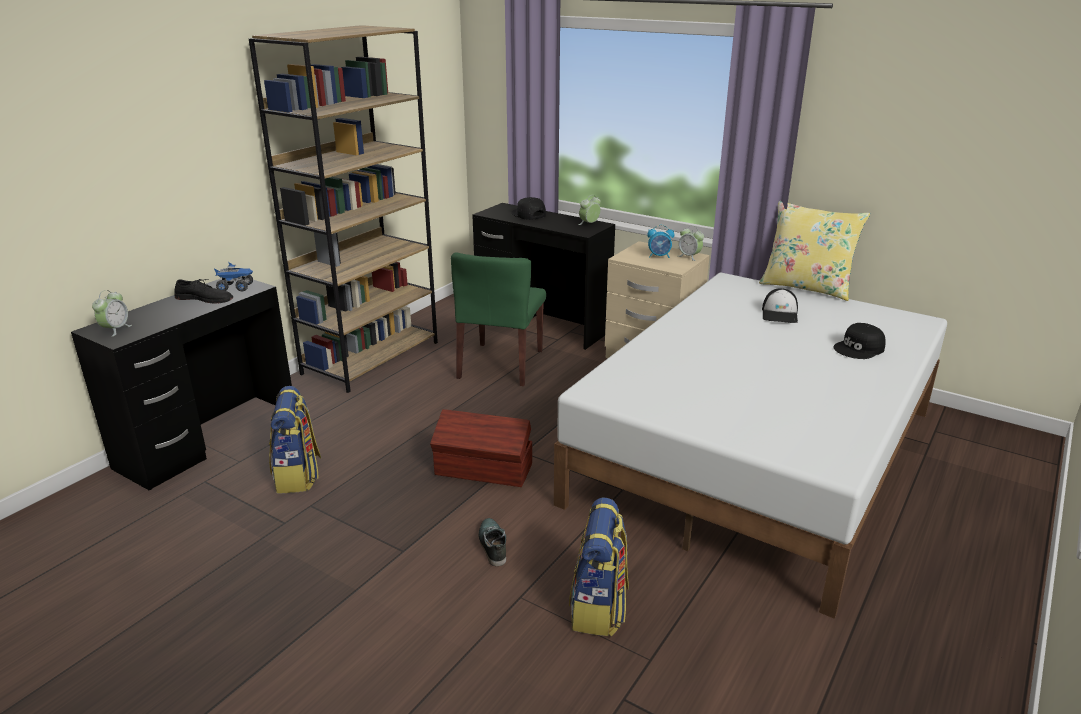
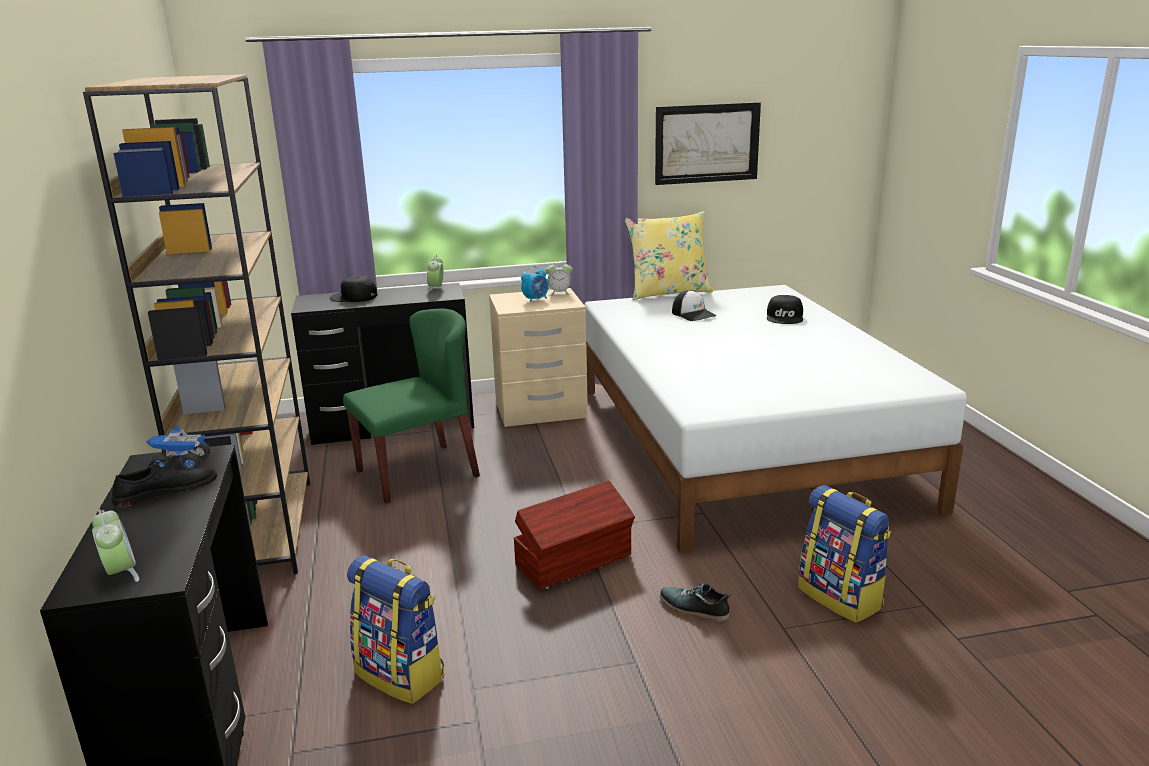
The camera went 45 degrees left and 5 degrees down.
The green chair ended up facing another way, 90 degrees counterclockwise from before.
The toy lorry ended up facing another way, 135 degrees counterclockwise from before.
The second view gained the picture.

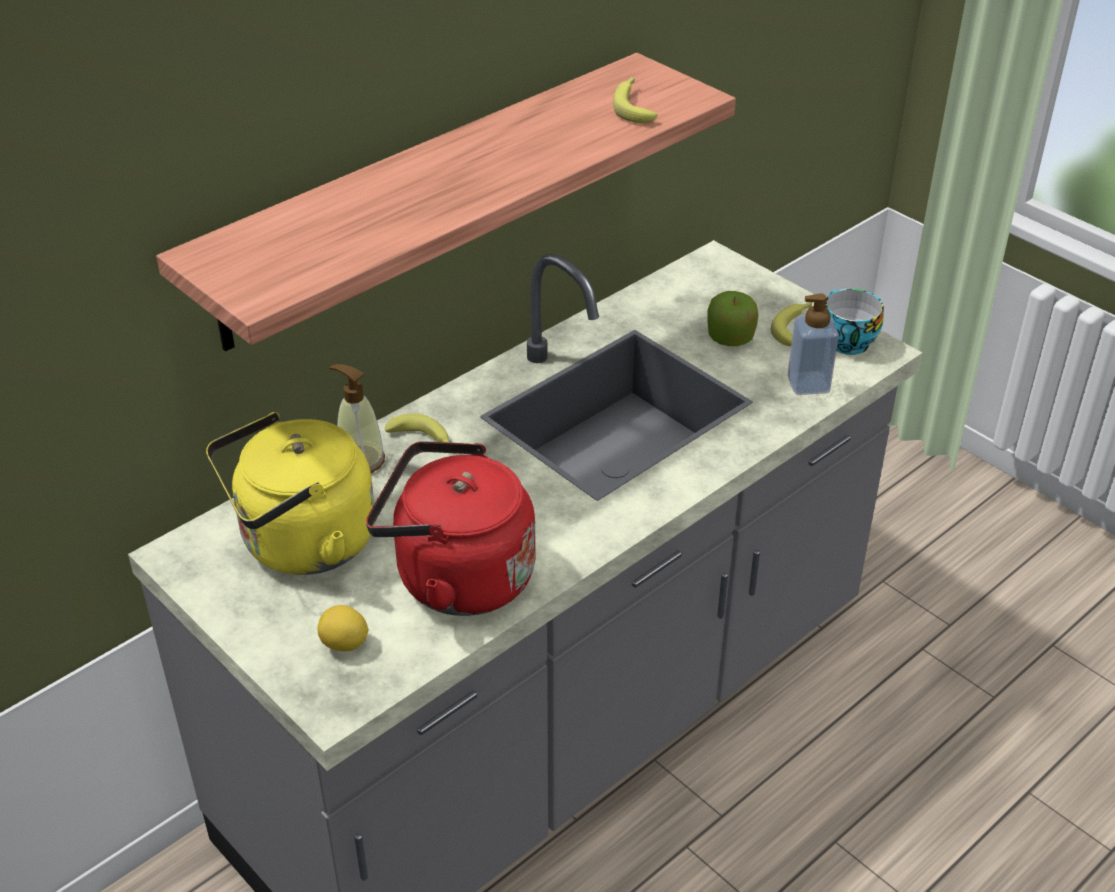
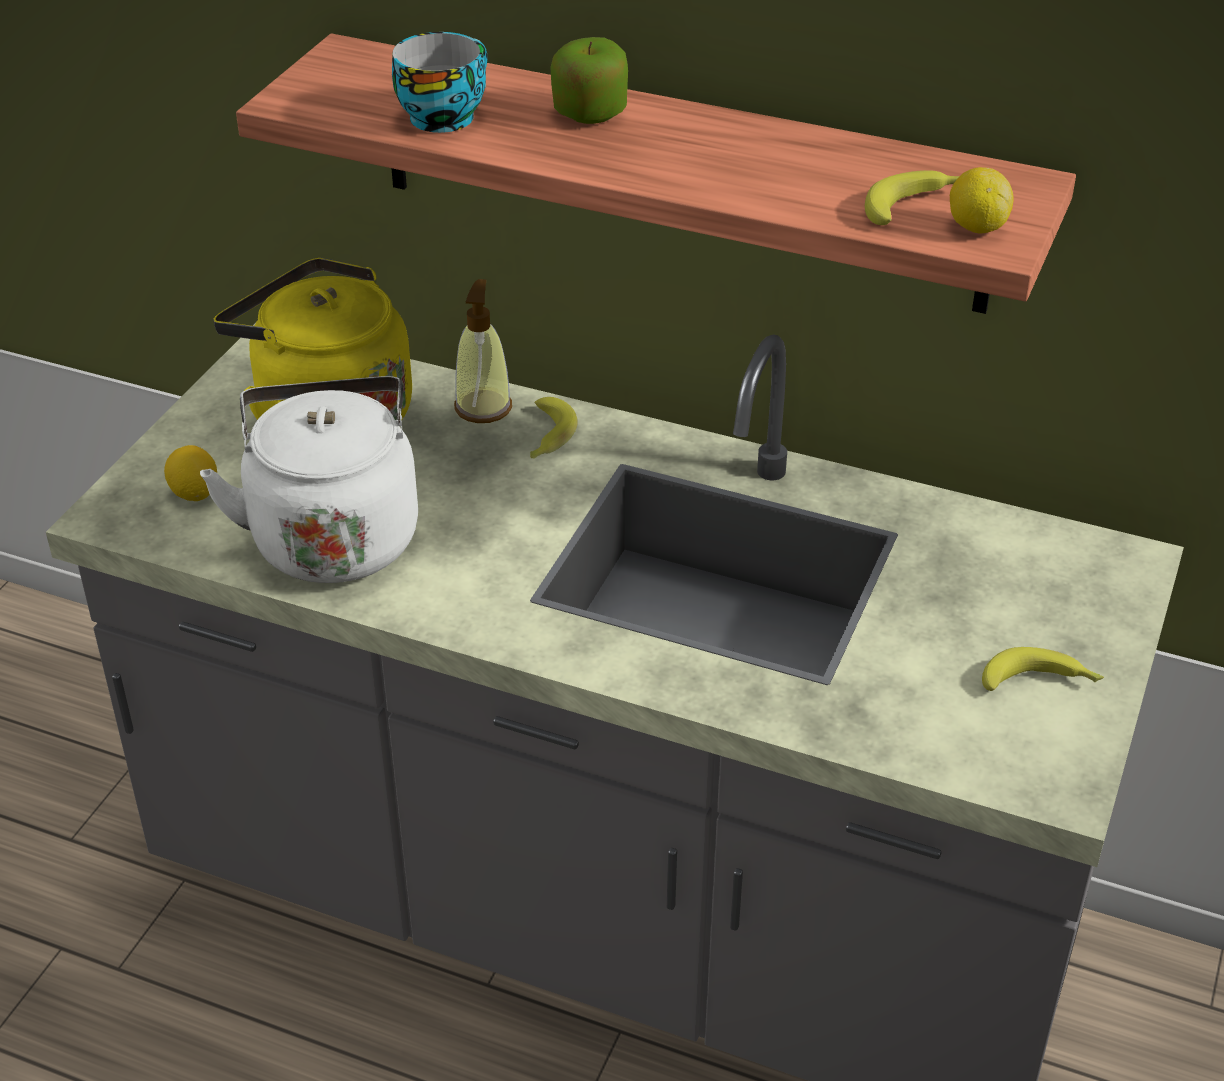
The camera went 65 degrees right and 0 degrees up.
The cup ended up elsewhere.
The apple fruit ended up elsewhere.
The second view lost the soap dispenser (2nd from left).
What was the reddish kettle turned into the whitish kettle.
The second view gained the citrus fruit (2nd from left).

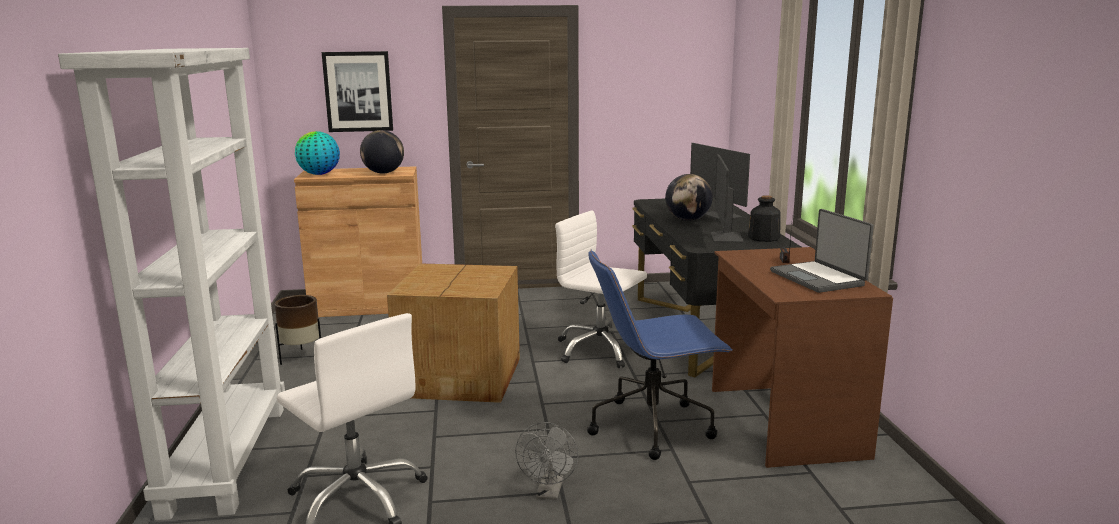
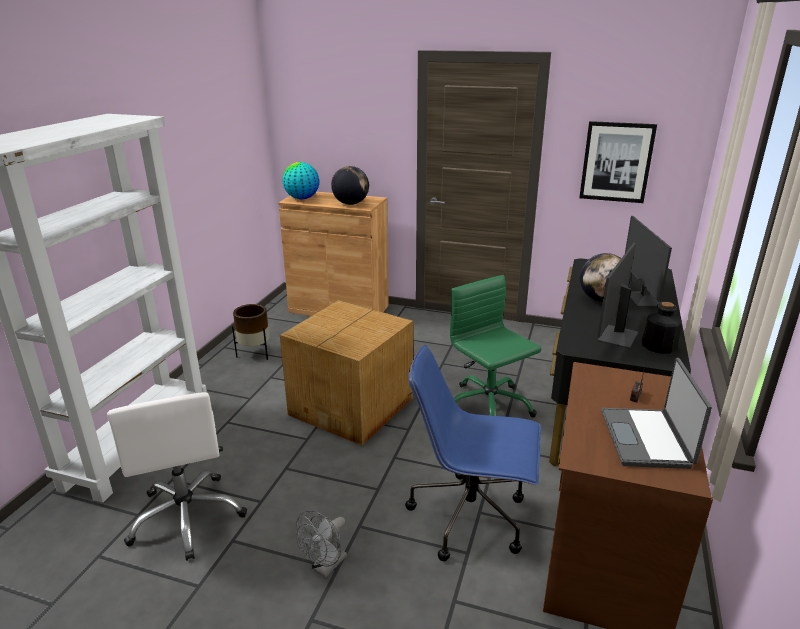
The camera went 25 degrees right and 10 degrees up.
The picture ended up elsewhere.
What was the whitish desk chair (2nd from left) turned into the green desk chair.

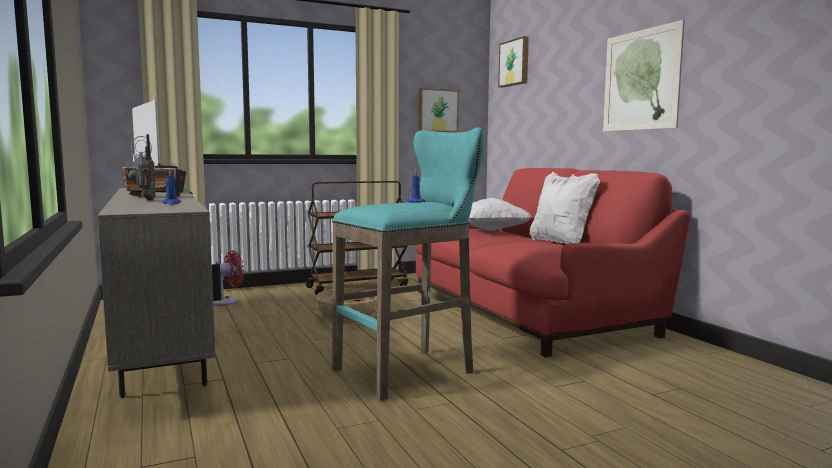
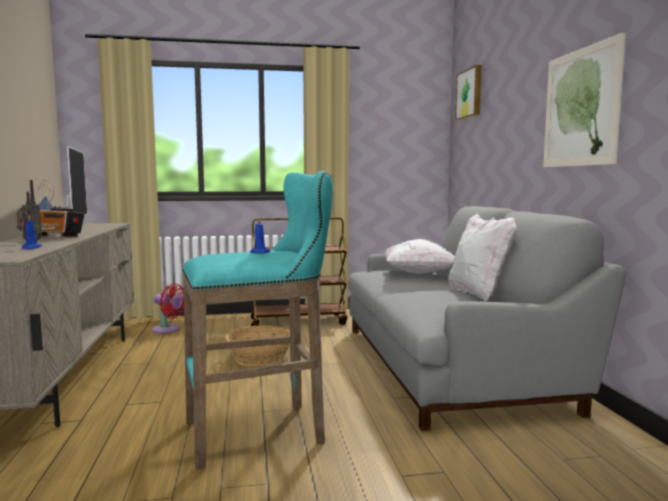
The camera went 15 degrees right and 0 degrees up.
The second view lost the picture (1st from left).
What was the reddish settee turned into the greyish settee.
The reddish fan ended up facing another way, 45 degrees clockwise from before.

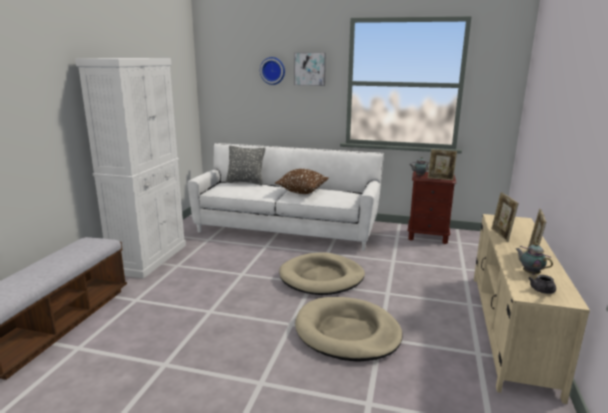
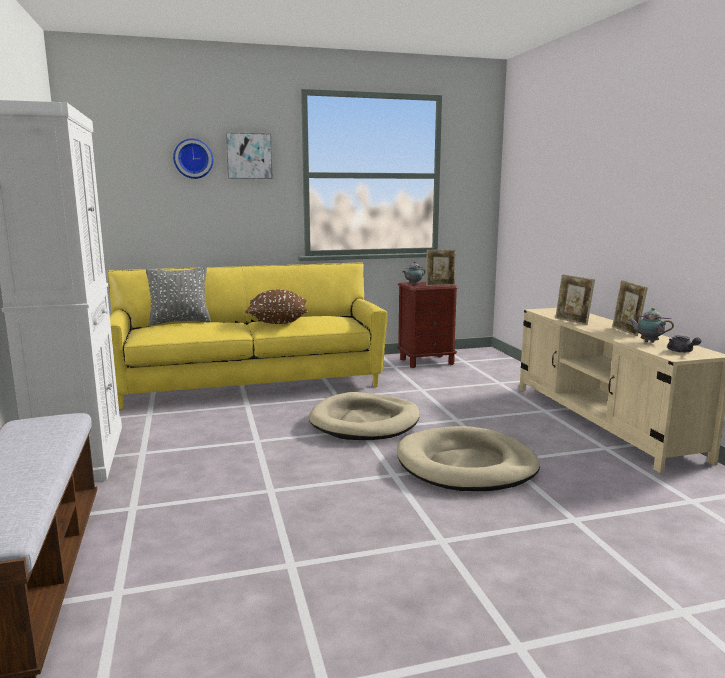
The camera went 30 degrees left and 5 degrees down.
What was the whitish settee turned into the yellowish settee.

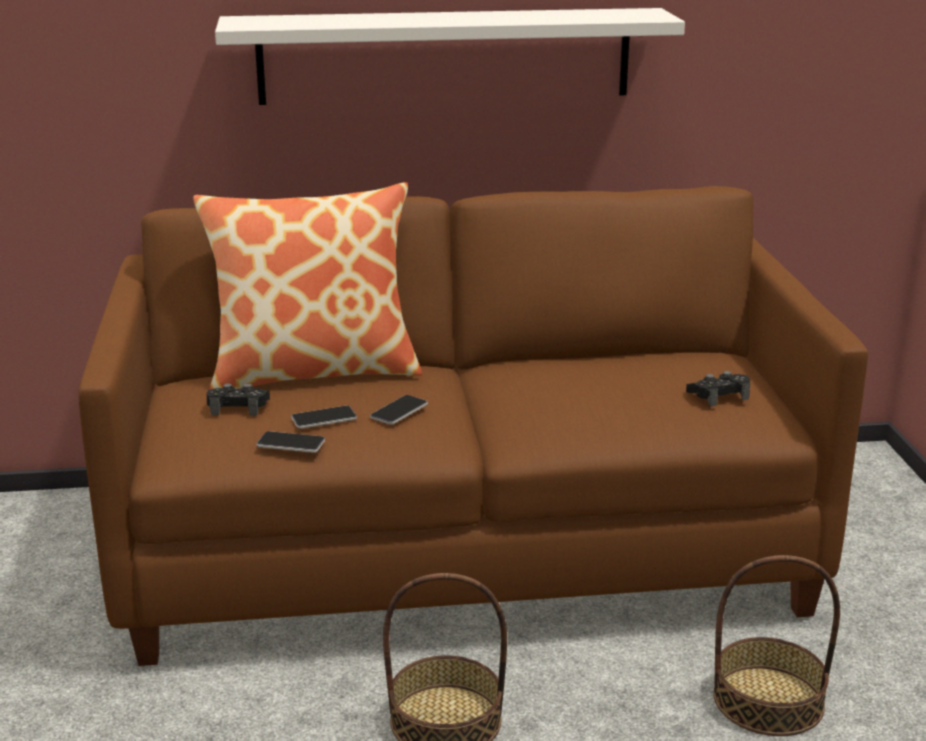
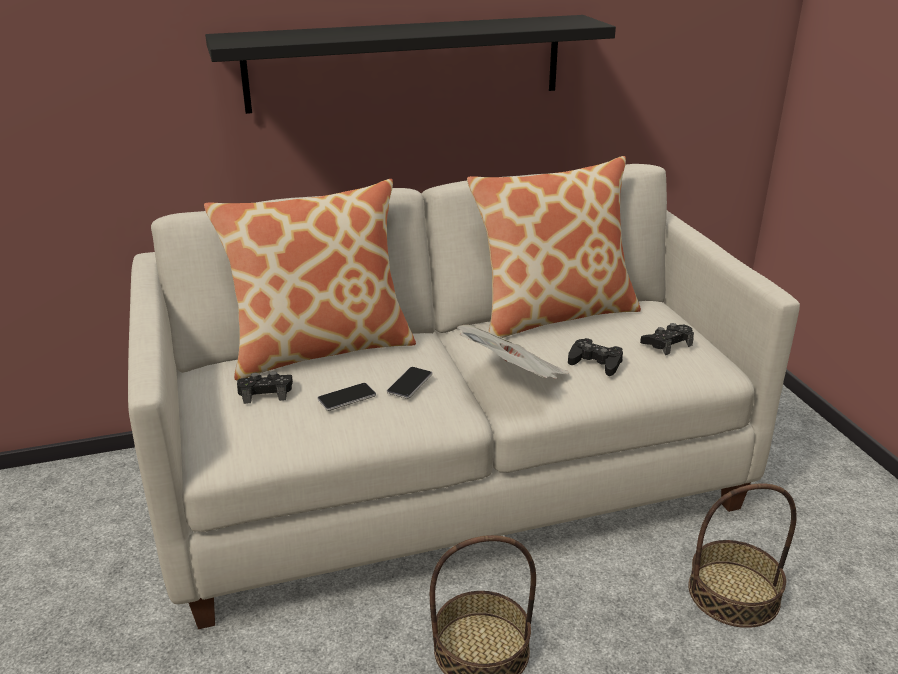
The camera went 10 degrees left and 5 degrees up.
What was the whitish shelf turned into the blackish shelf.
What was the brown-coloured settee turned into the whitish settee.
The second view lost the phone (1st from left).
The second view gained the pillow (2nd from left).
The second view gained the printed paper.
The second view gained the blackish game controller (2nd from left).

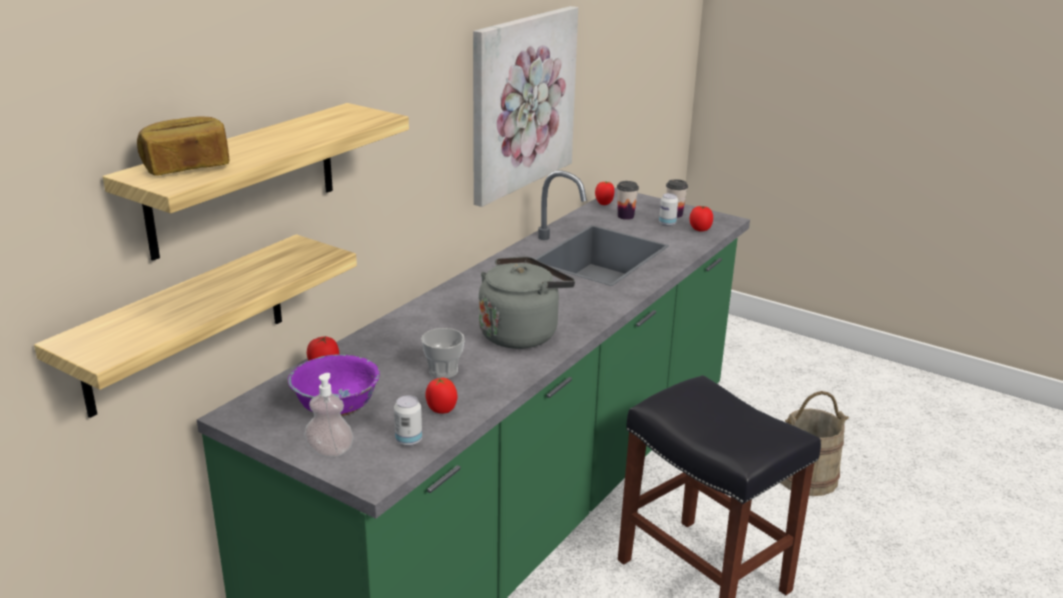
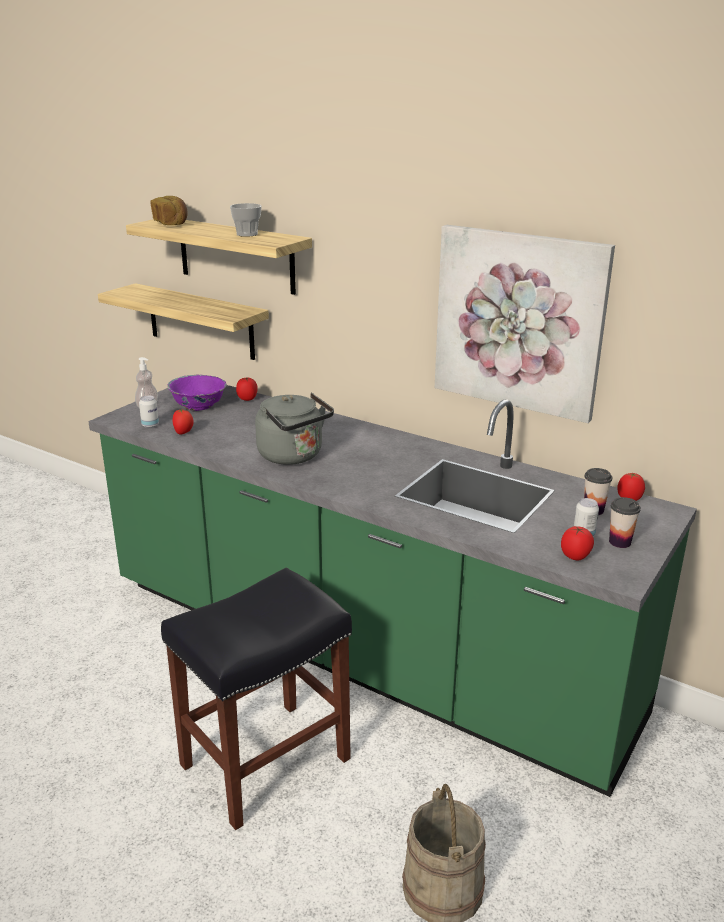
The camera went 90 degrees right and 0 degrees up.
The cup (1st from left) ended up elsewhere.

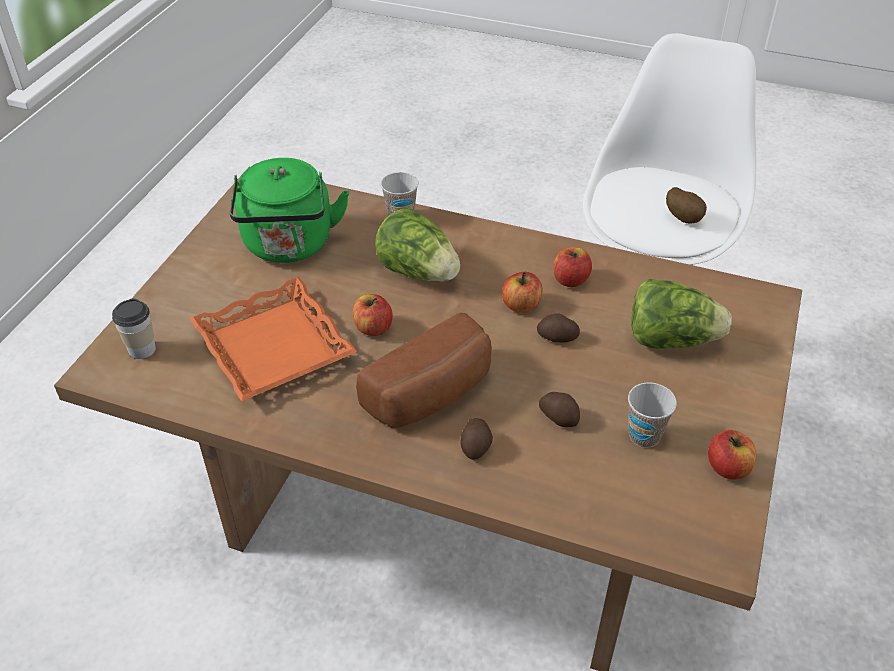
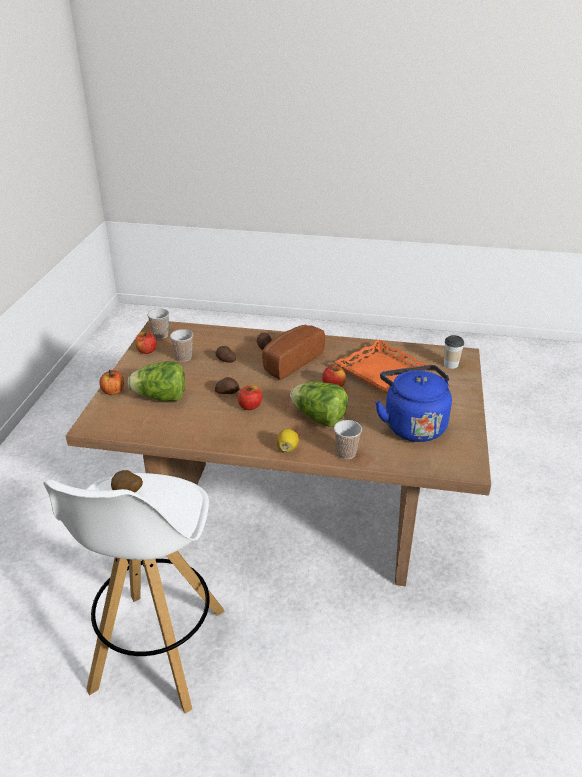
The camera went 170 degrees right and 10 degrees down.
What was the green kettle turned into the blue kettle.
The apple fruit (3rd from left in the first image) ended up elsewhere.
The second view gained the cup (1st from left).
The second view gained the citrus fruit.

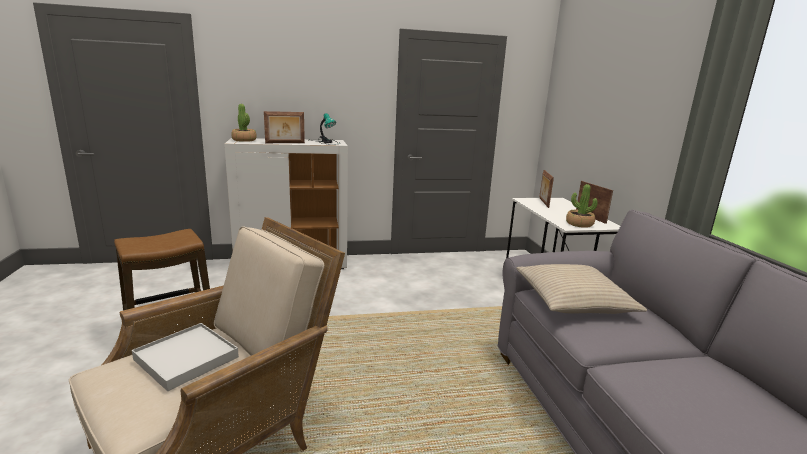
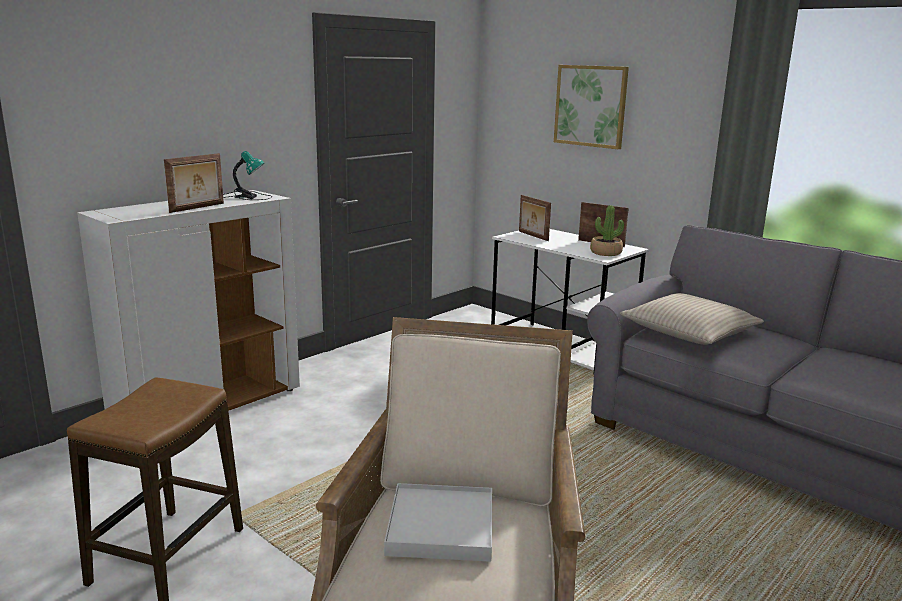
The camera went 35 degrees left and 0 degrees up.
The second view lost the plant in a pot (1st from left).
The second view gained the picture.

